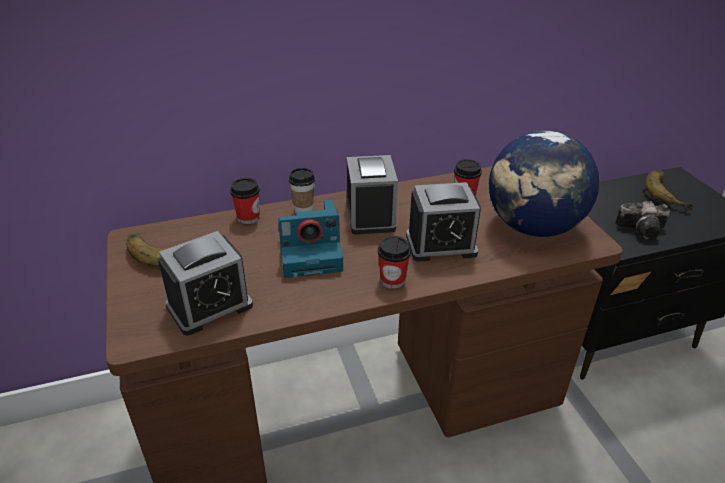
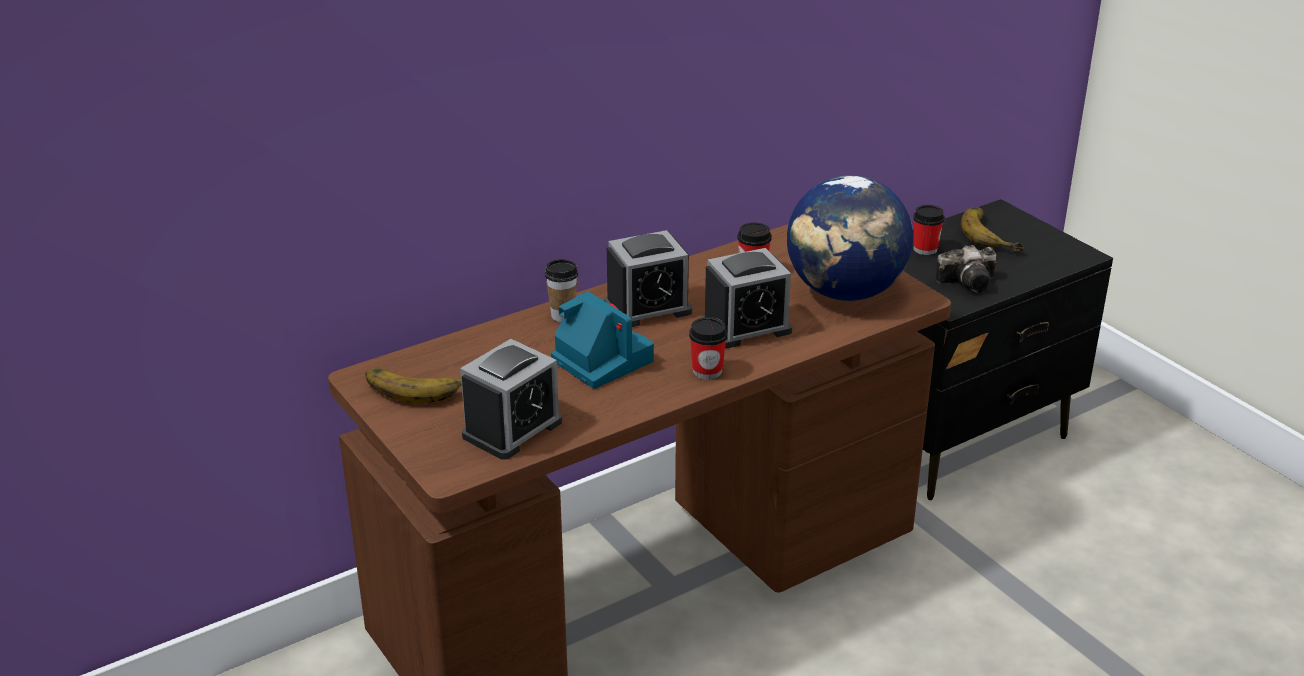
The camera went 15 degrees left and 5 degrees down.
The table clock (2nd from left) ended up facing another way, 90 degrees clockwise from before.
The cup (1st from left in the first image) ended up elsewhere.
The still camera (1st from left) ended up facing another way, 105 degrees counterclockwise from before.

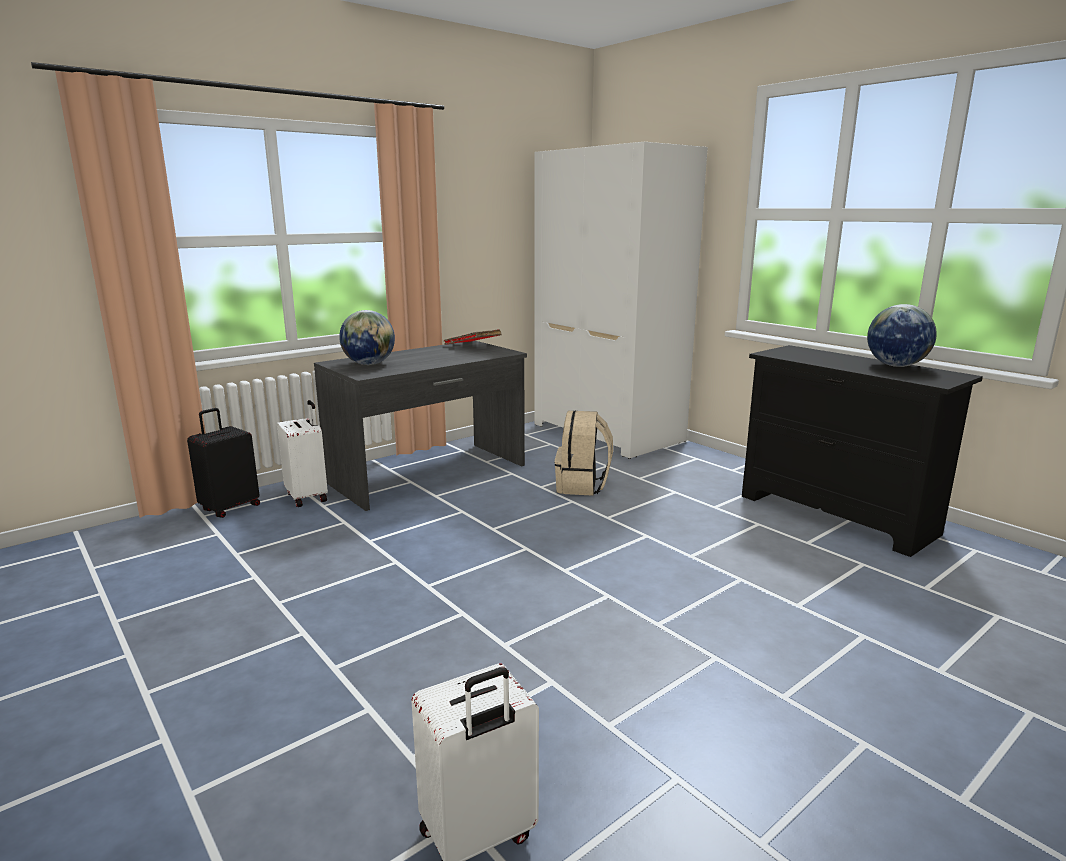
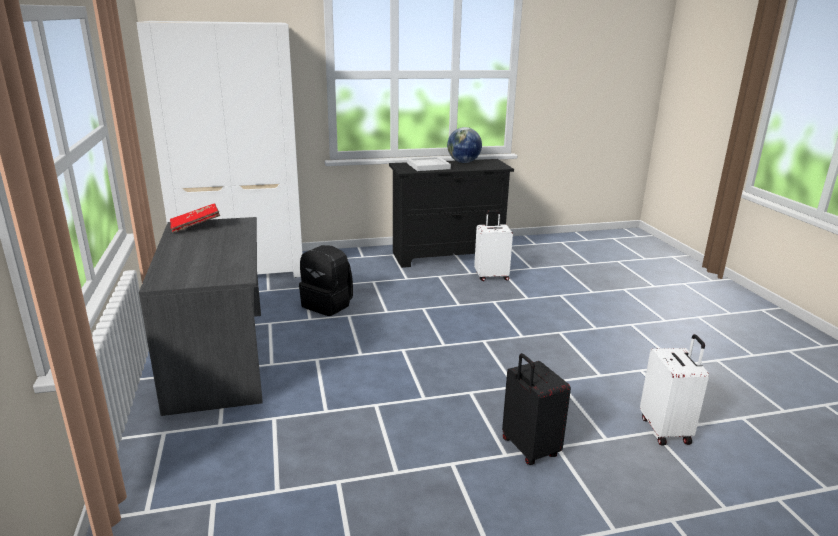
The camera went 65 degrees left and 5 degrees up.
The second view lost the globe (1st from left).
The whitish suitcase (1st from left) ended up elsewhere.
The blackish suitcase ended up elsewhere.
What was the beige-coloured knapsack turned into the blackish knapsack.
The second view gained the whitish serving tray.

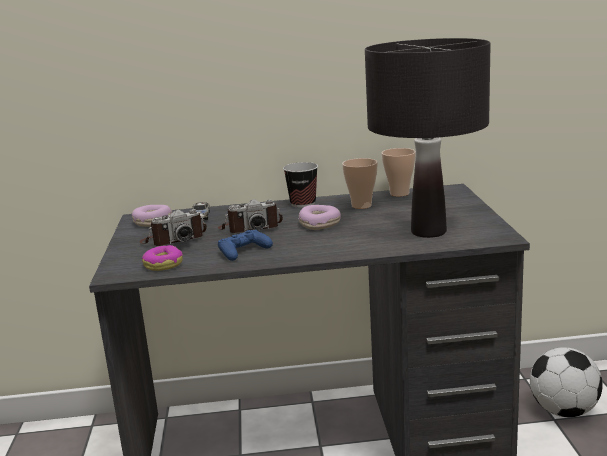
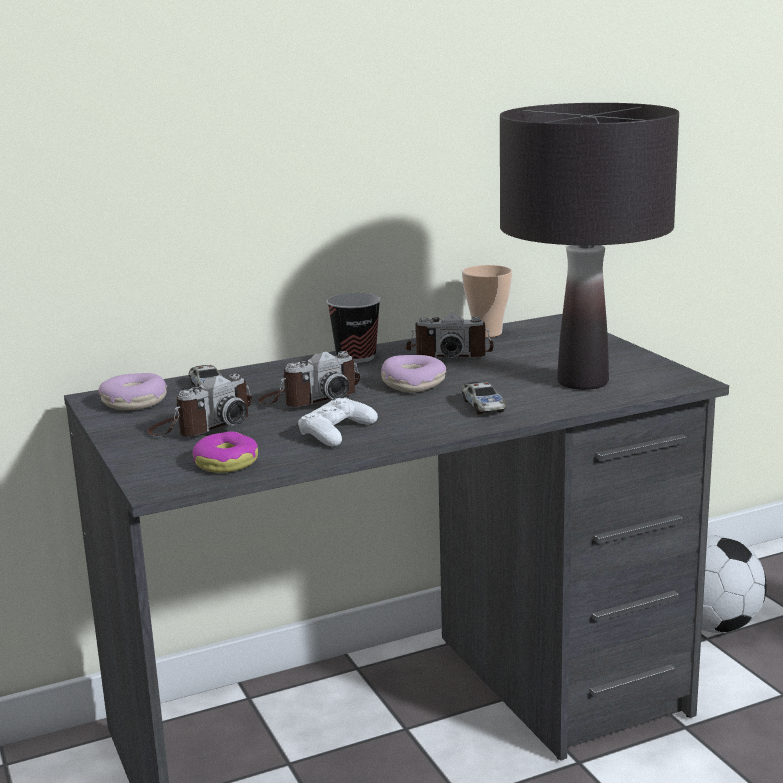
The camera went 20 degrees left and 0 degrees up.
Where the cup (2nd from left) stood, the still camera (3rd from left) came to stand.
What was the blue game controller turned into the whitish game controller.
The second view gained the toy car (2nd from left).

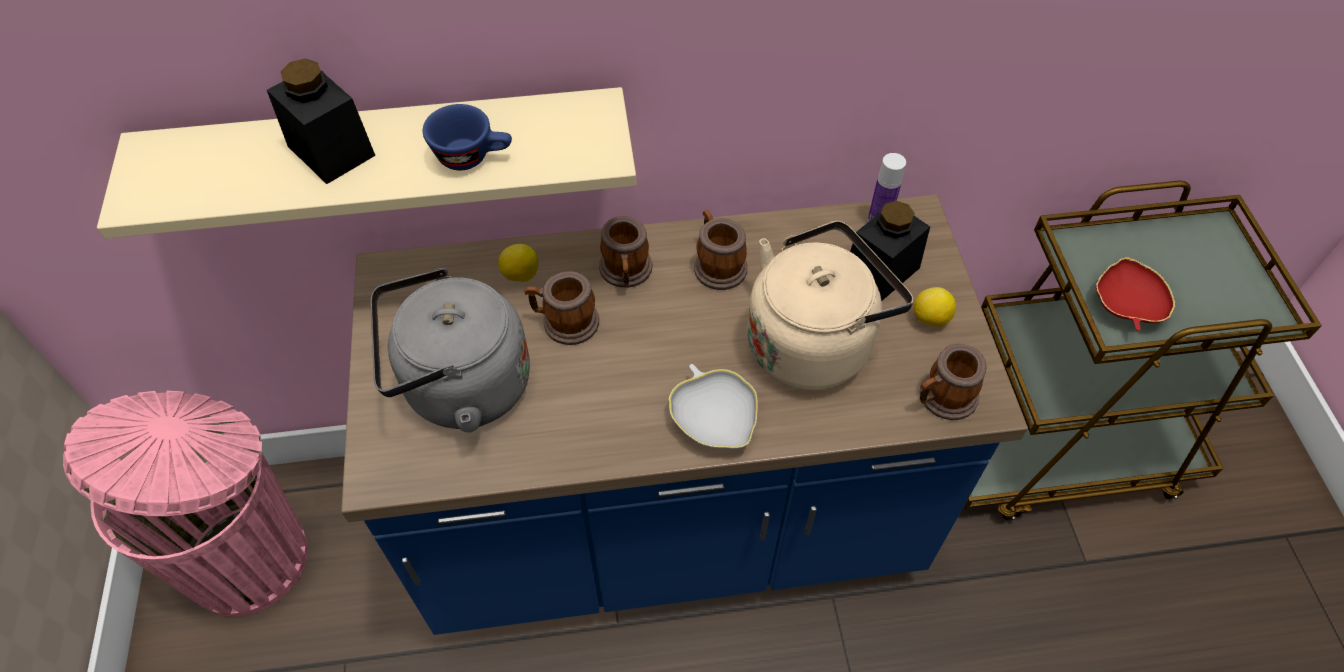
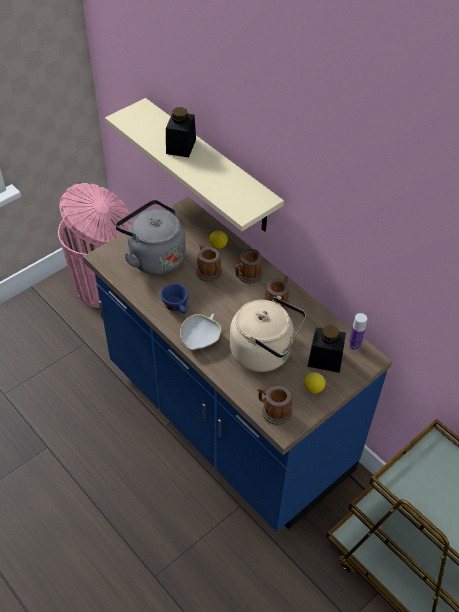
The camera went 55 degrees right and 5 degrees down.
The blue cup ended up elsewhere.
The second view lost the reddish deep dish.

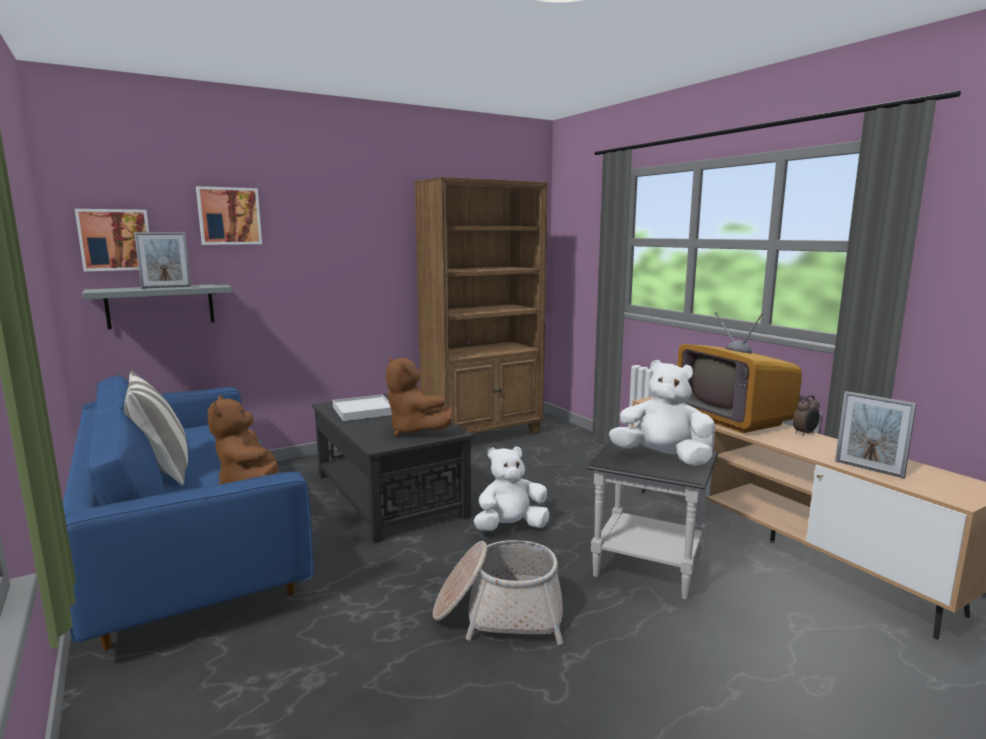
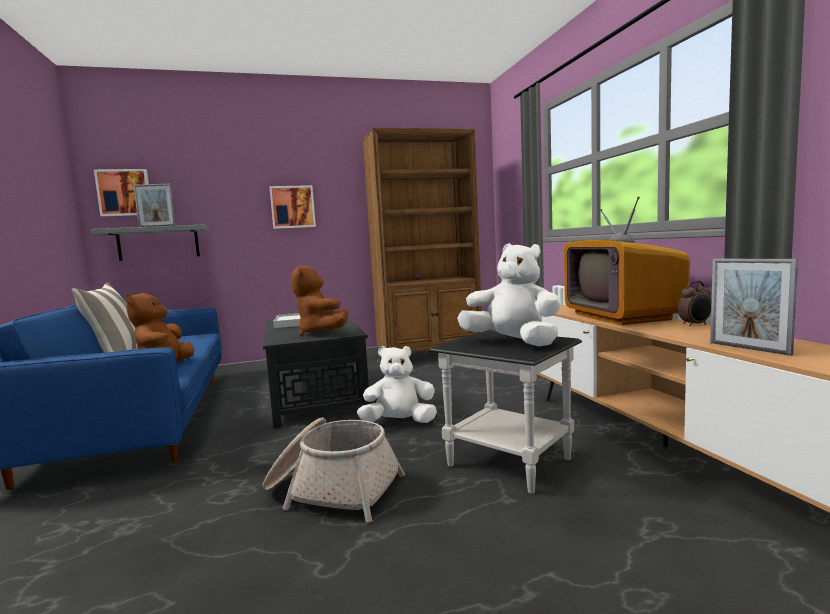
The camera went 15 degrees right and 5 degrees down.
The picture (2nd from left) ended up elsewhere.

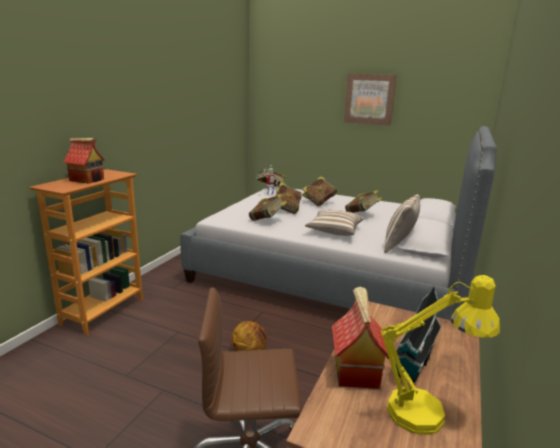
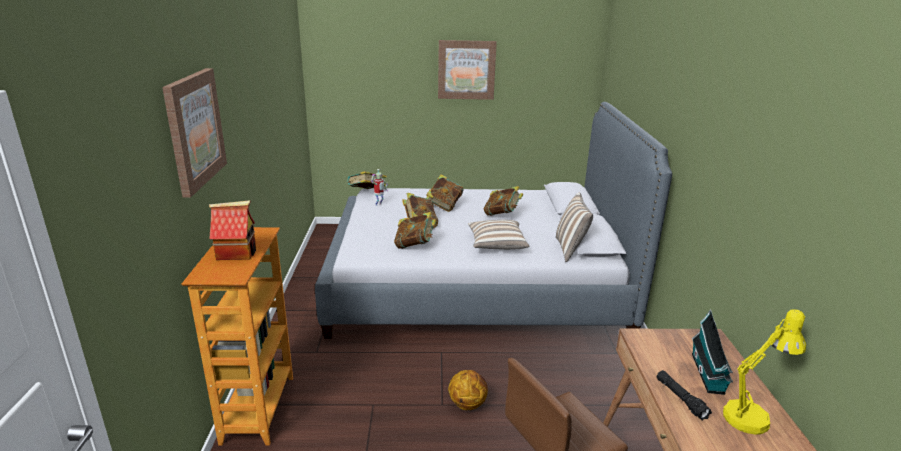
The camera went 25 degrees left and 5 degrees up.
Where the toy house (2nd from left) stood, the blackish flashlight came to stand.
The second view gained the picture (1st from left).

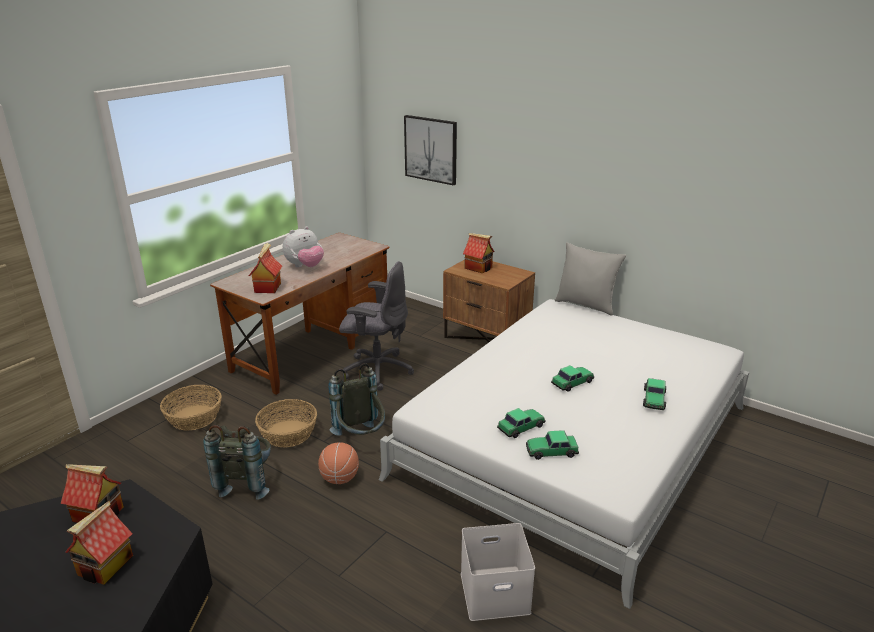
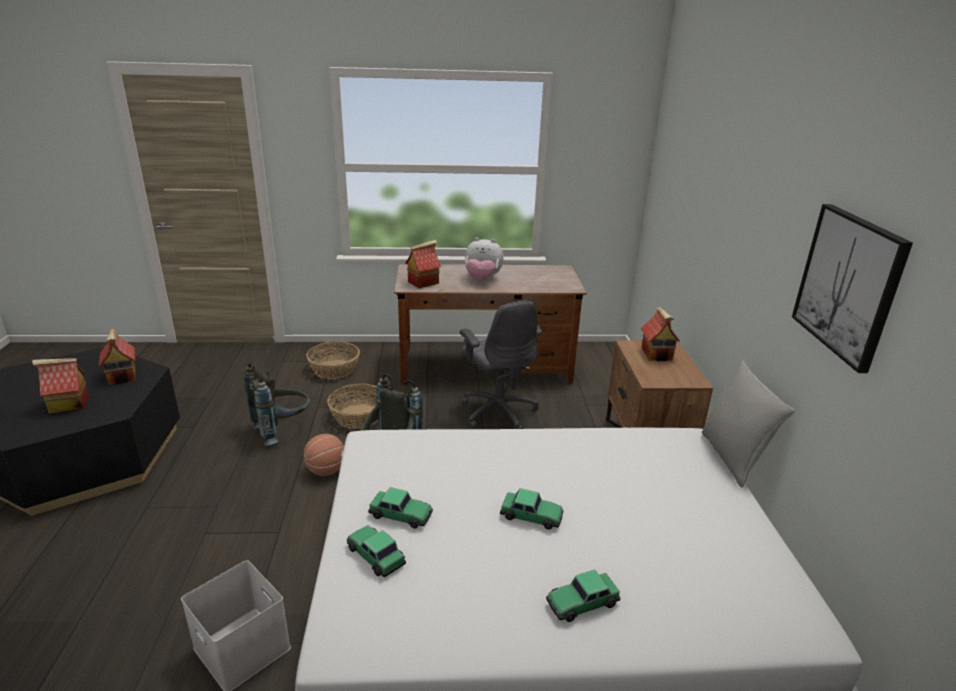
The camera went 50 degrees right and 0 degrees up.
The picture ended up elsewhere.

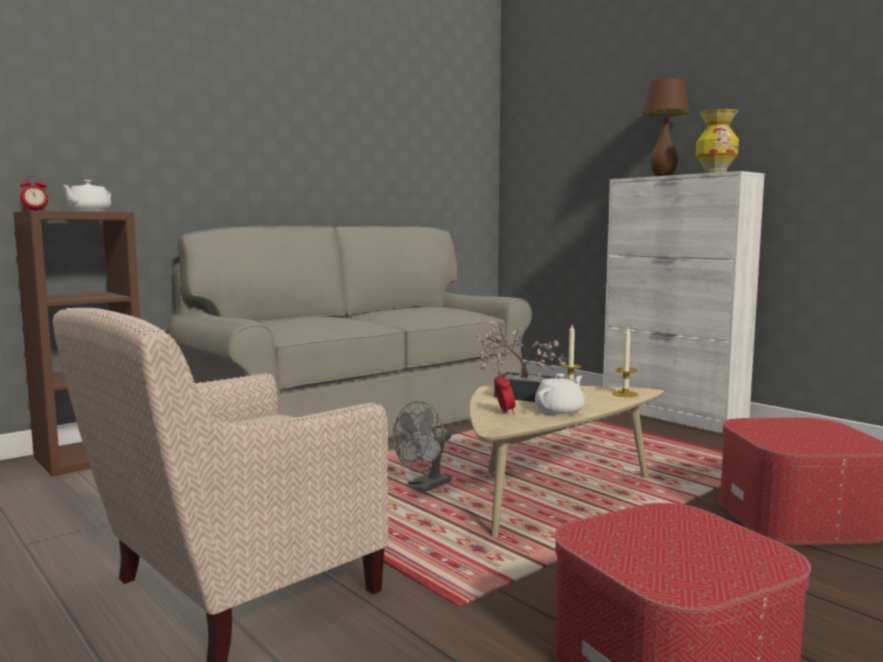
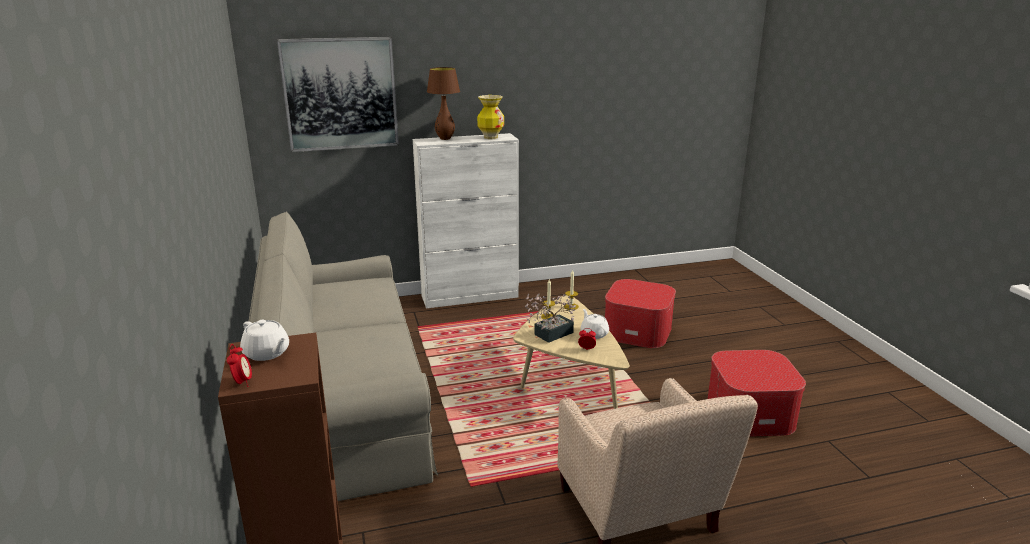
The camera went 65 degrees left and 15 degrees up.
The second view lost the greyish fan.
The second view gained the picture.

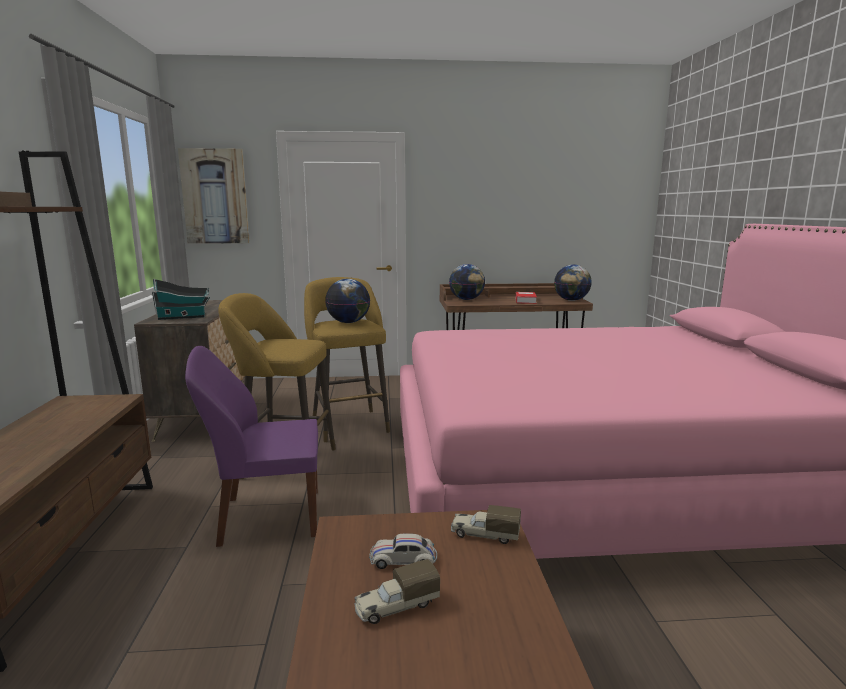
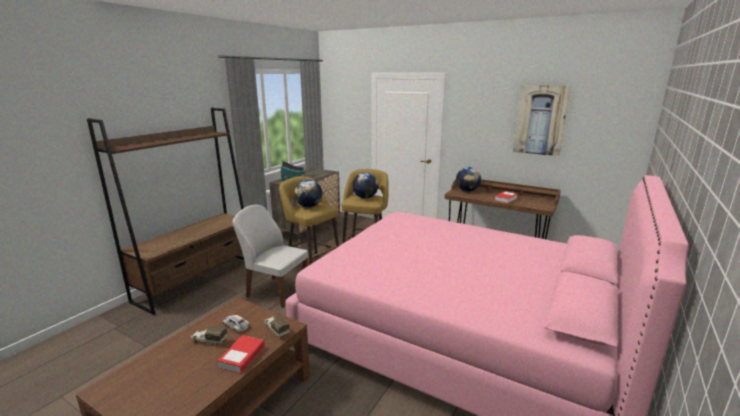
The camera went 35 degrees right and 5 degrees up.
The picture ended up elsewhere.
The globe (3rd from left in the first image) ended up elsewhere.
What was the purple chair turned into the whitish chair.
The second view gained the volume (1st from left).

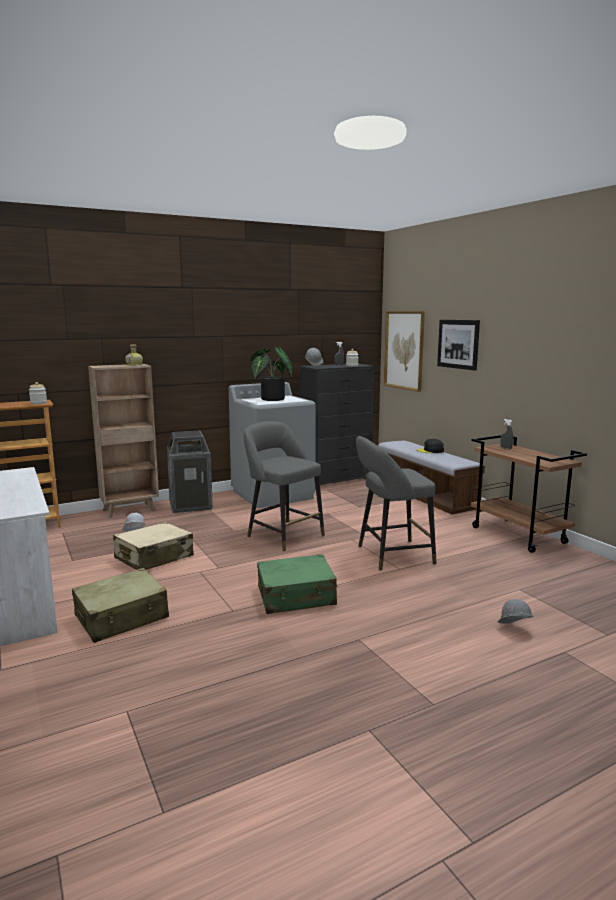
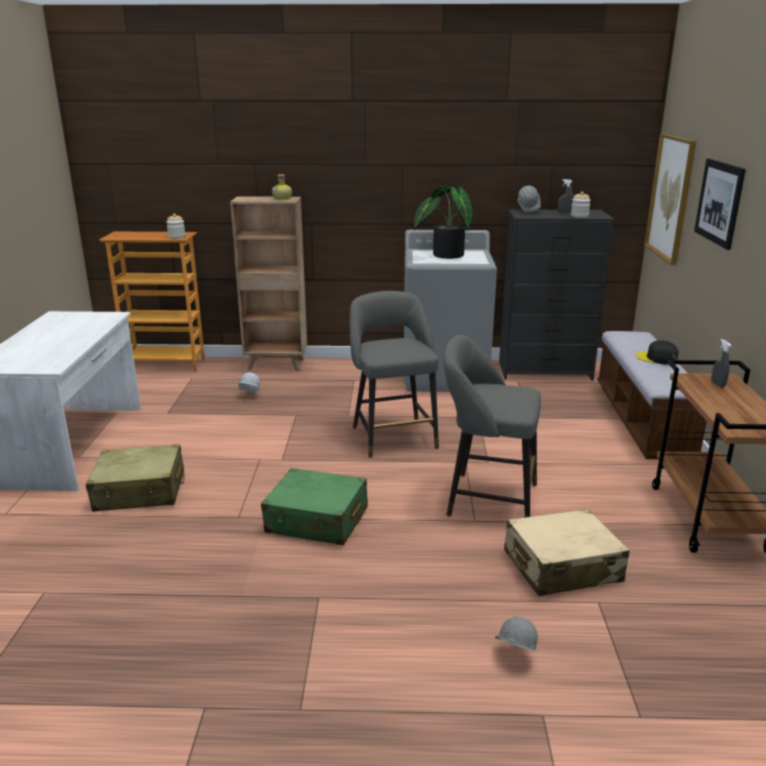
The camera went 30 degrees right and 10 degrees up.
The second view lost the rubbish bin.
The beige-coloured suitcase (2nd from left) ended up elsewhere.

